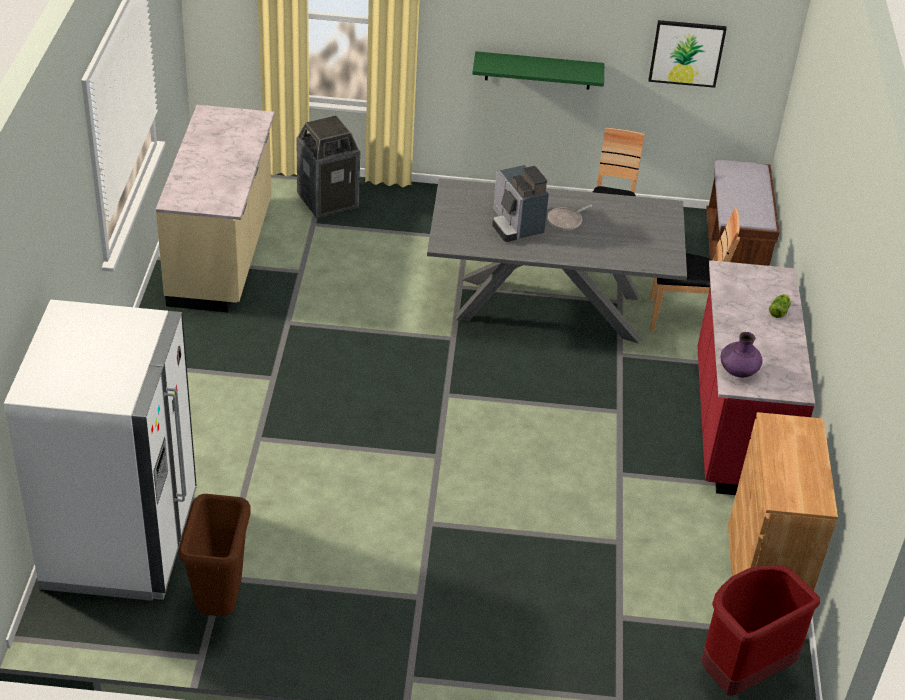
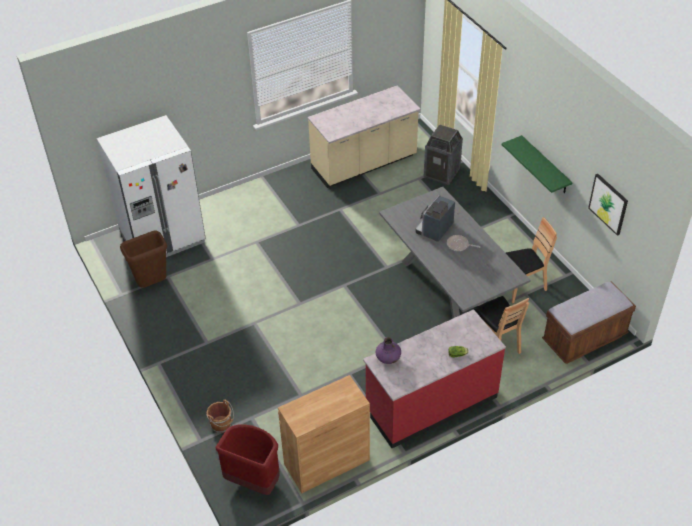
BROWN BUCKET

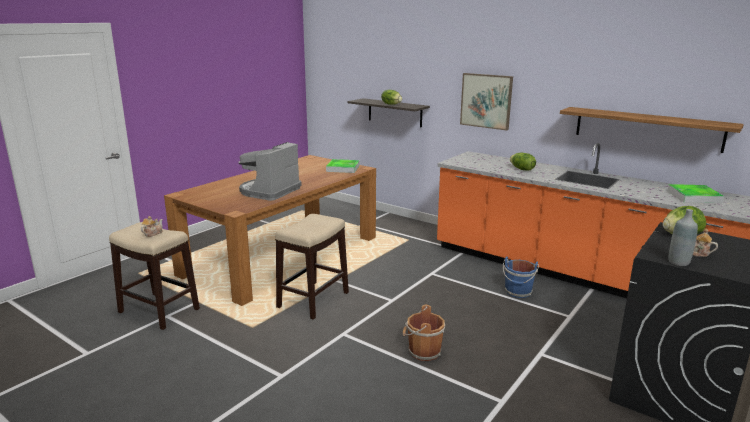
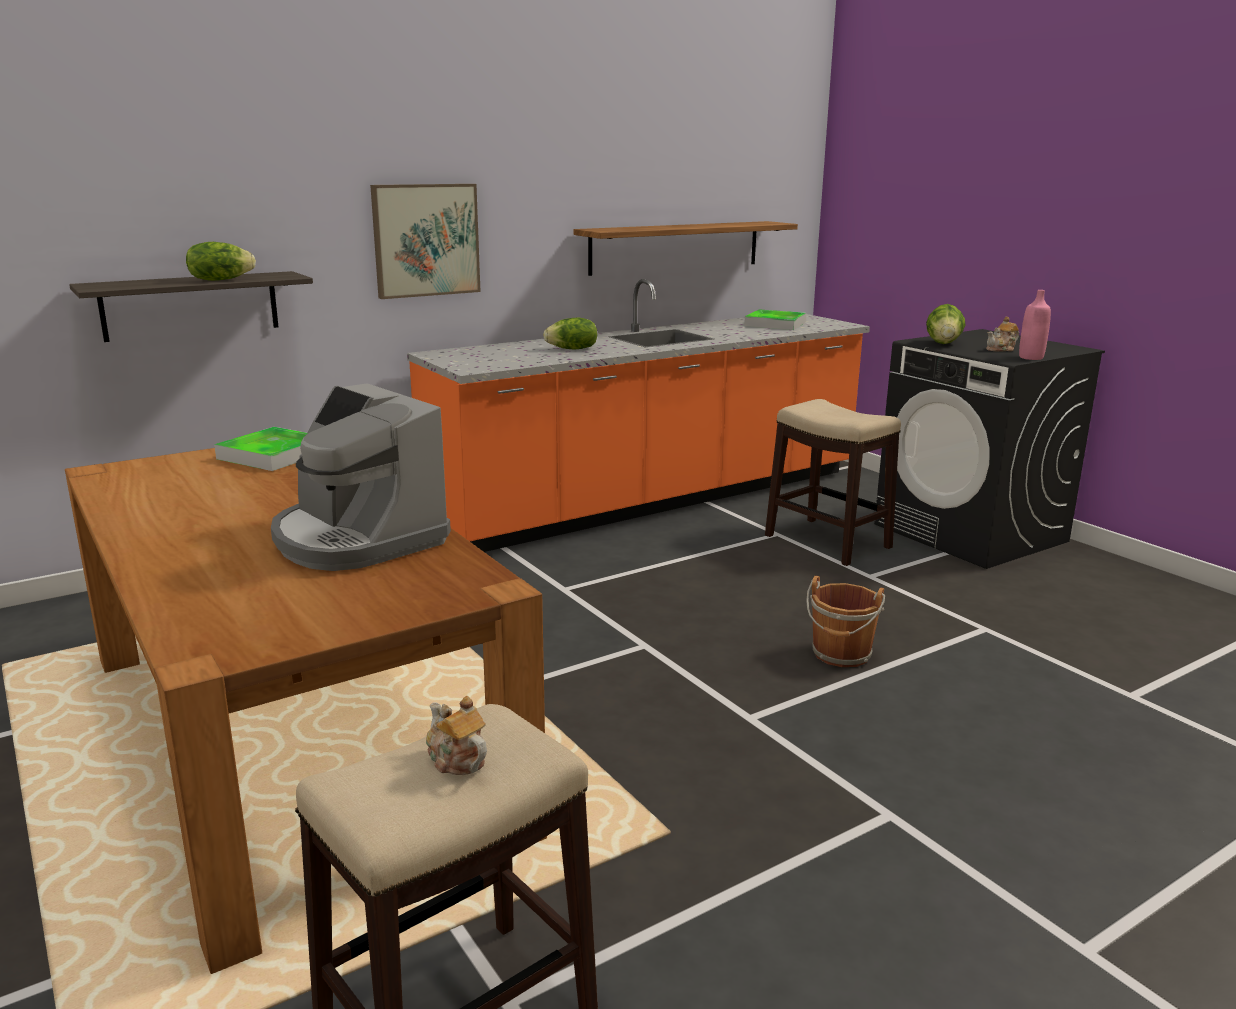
BLUE BUCKET
STOOL (2nd from left)
PINK BOTTLE

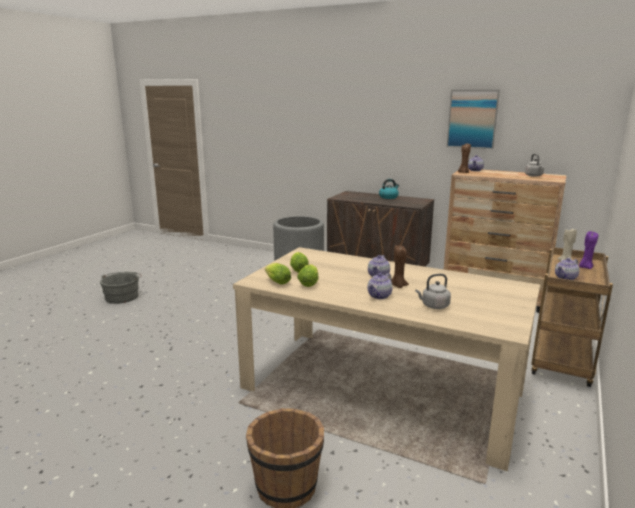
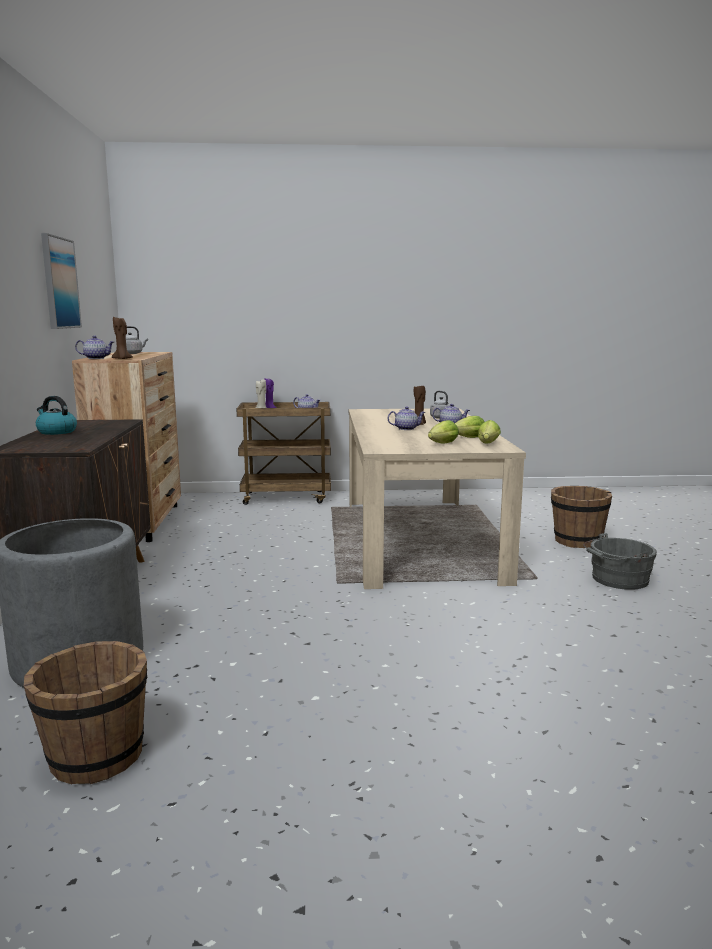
BROWN BUCKET (1st from left)
GREY BUCKET

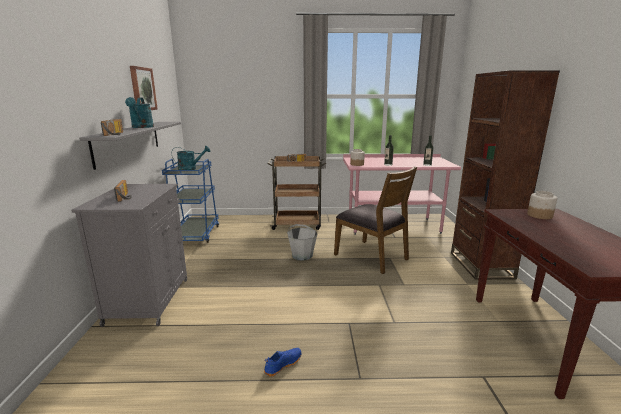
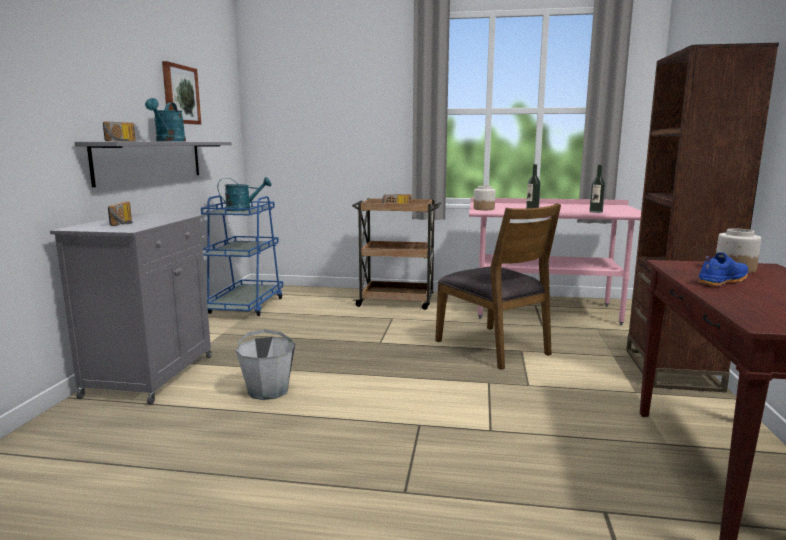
BLUE SHOE
GREY BUCKET

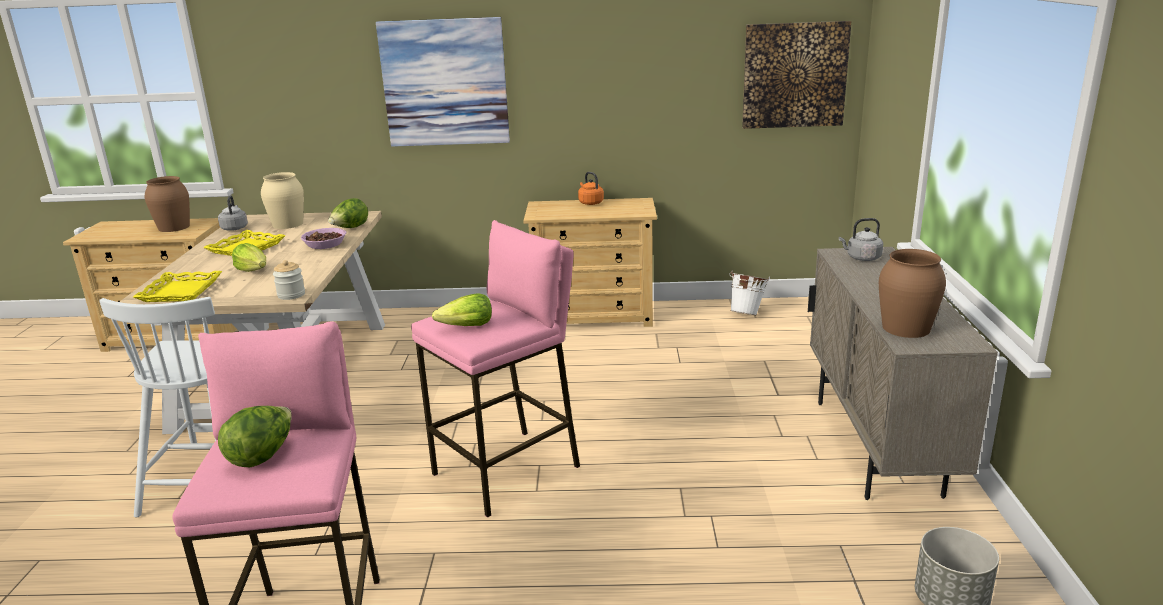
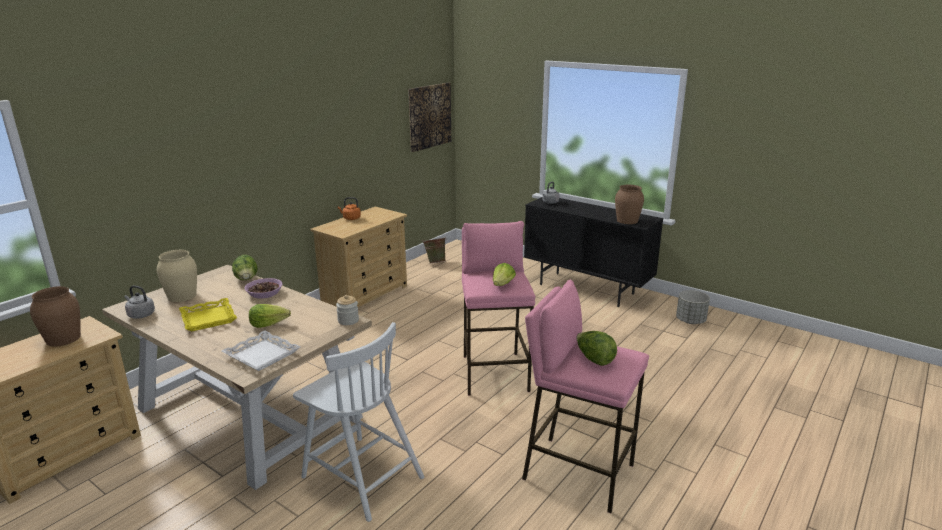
PICTURE (1st from left in the first image)
WHITE TRAY
GREEN BUCKET
BLACK CABINET

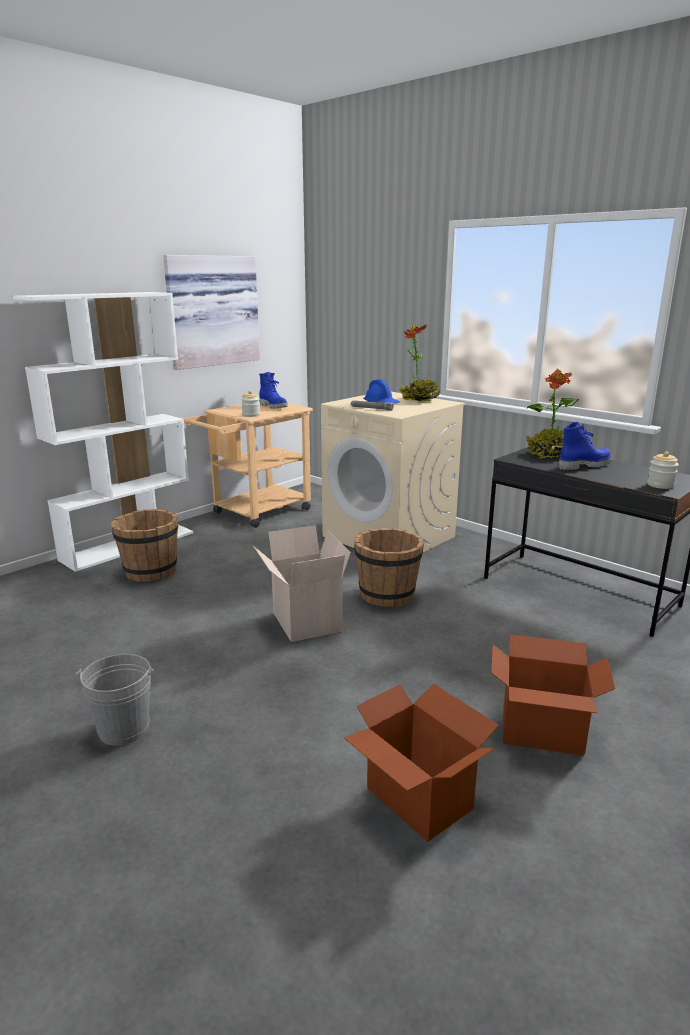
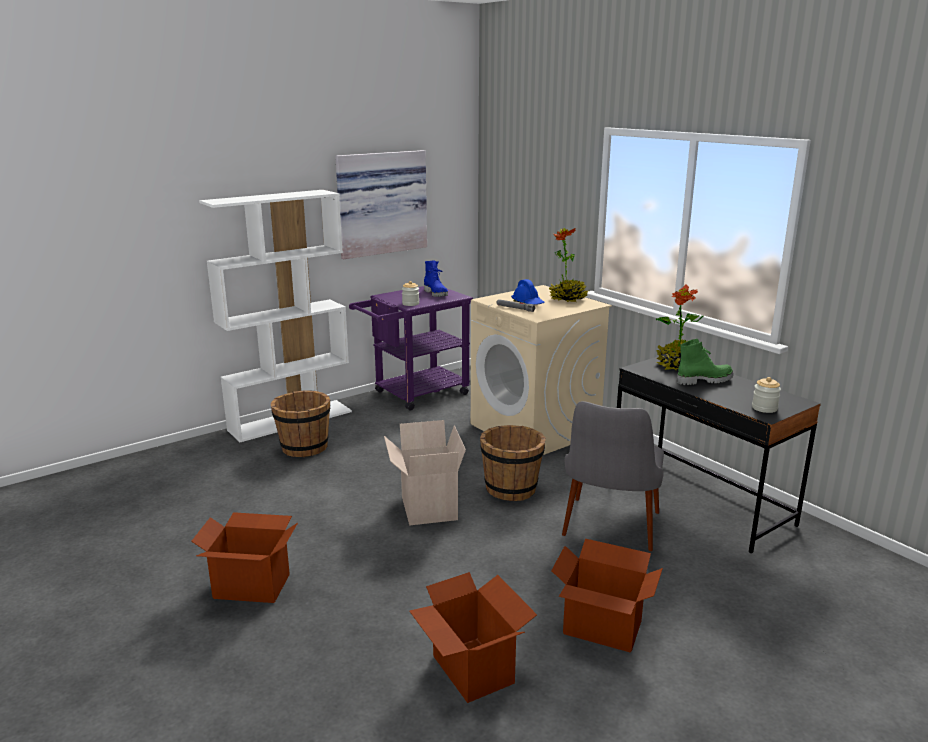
GREY CHAIR
CARDBOARD BOX (1st from left)
PURPLE CART
GREEN BOOT

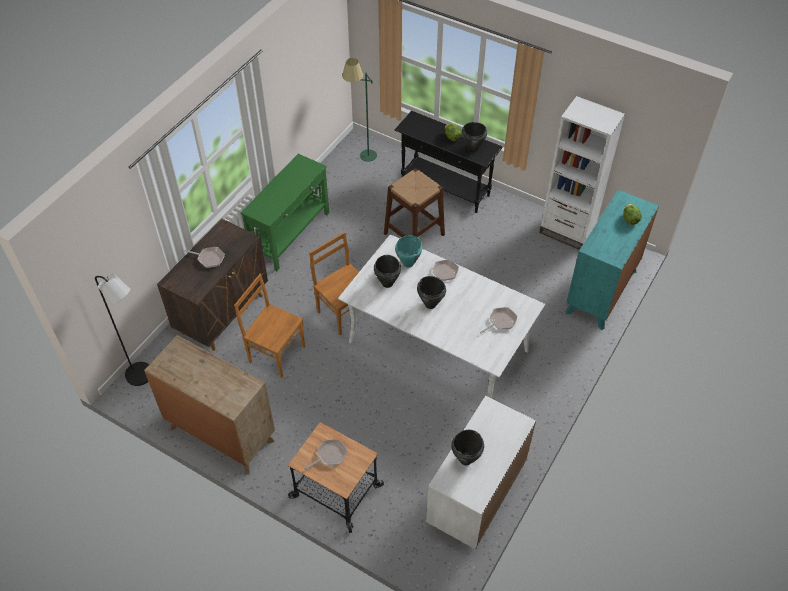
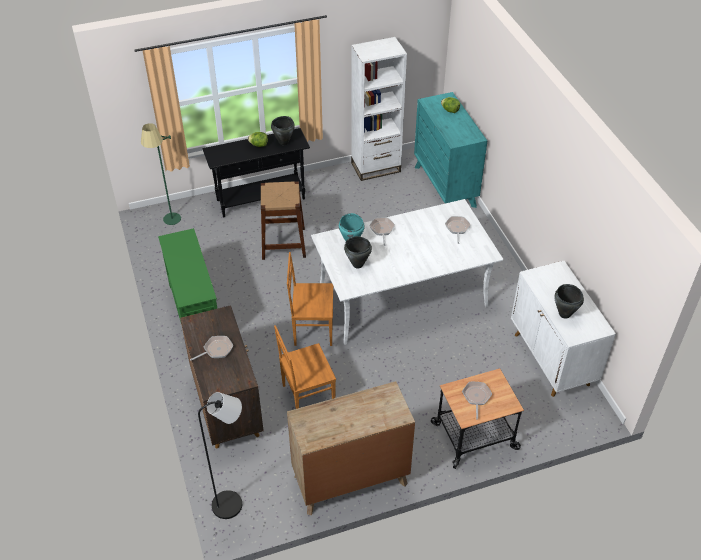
BLACK COOKING POT (2nd from left in the first image)

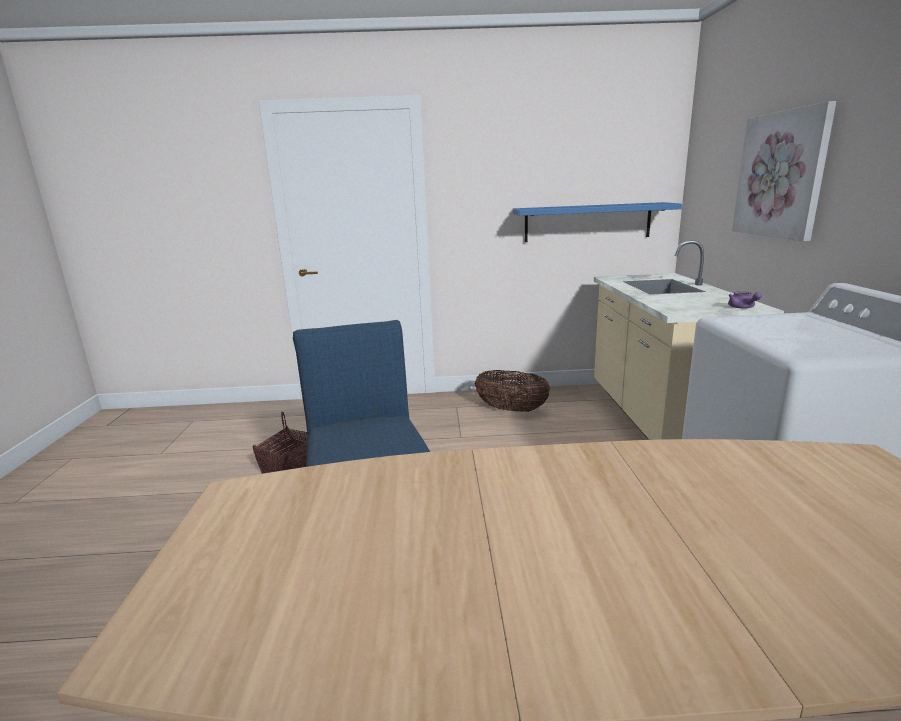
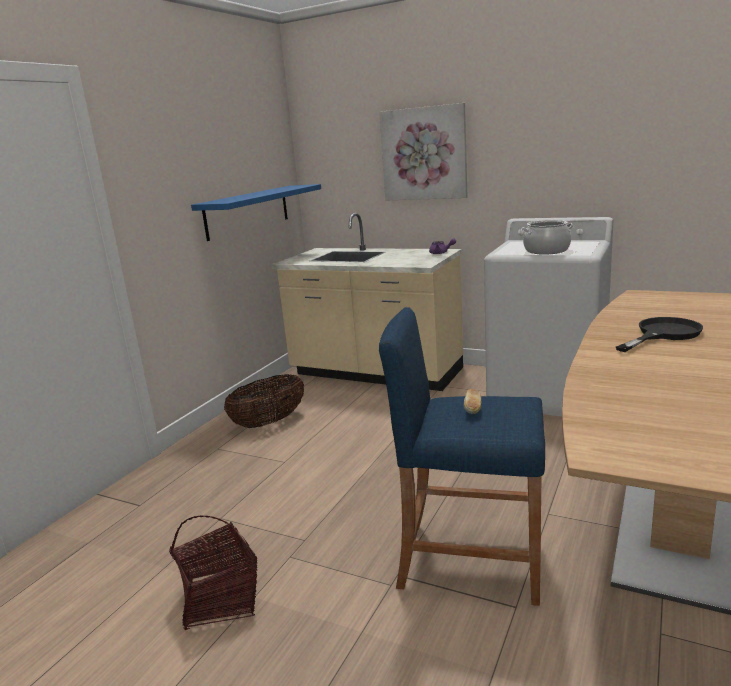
BREAD
COOKING POT
BLACK FRYING PAN

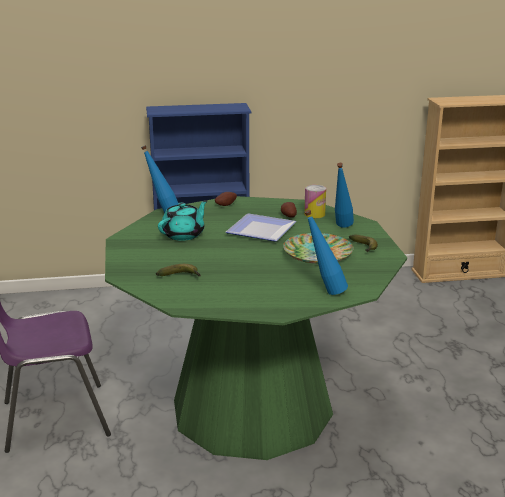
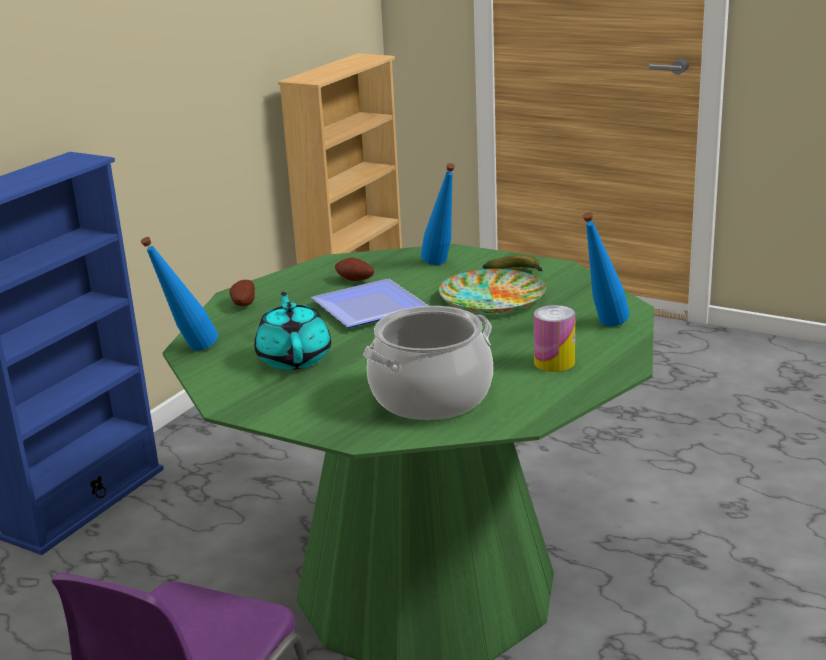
CAN
COOKING POT

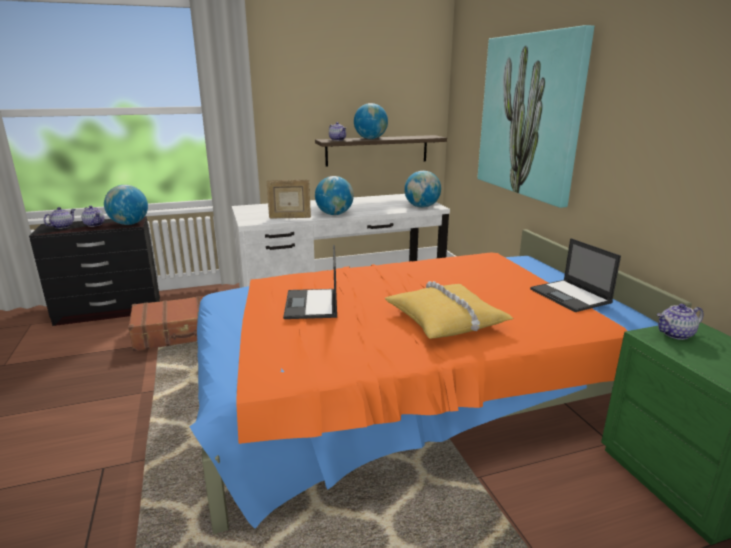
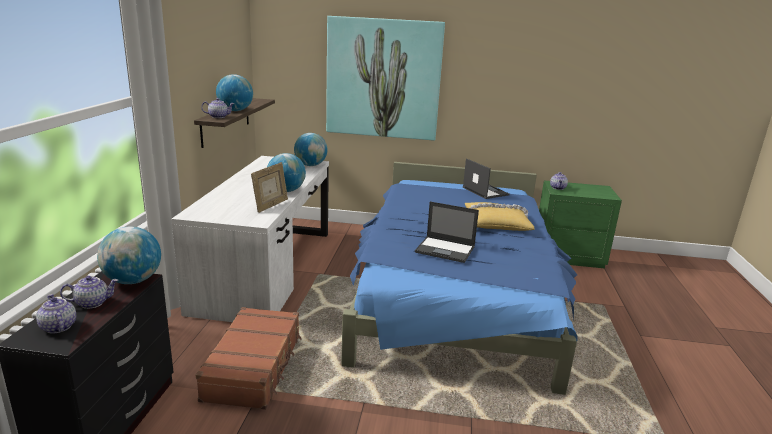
BLUE BED
LAPTOP (2nd from left)

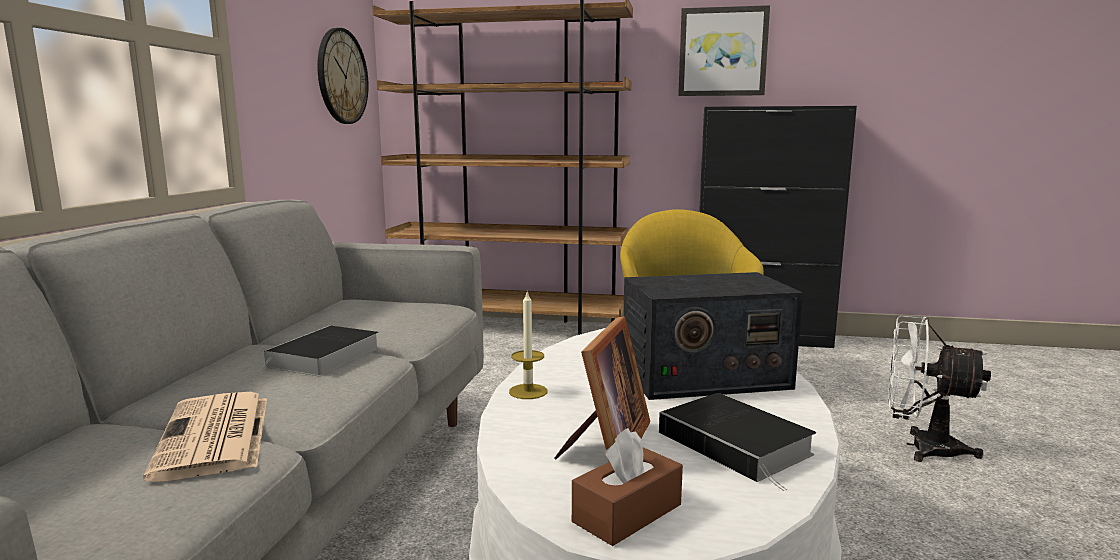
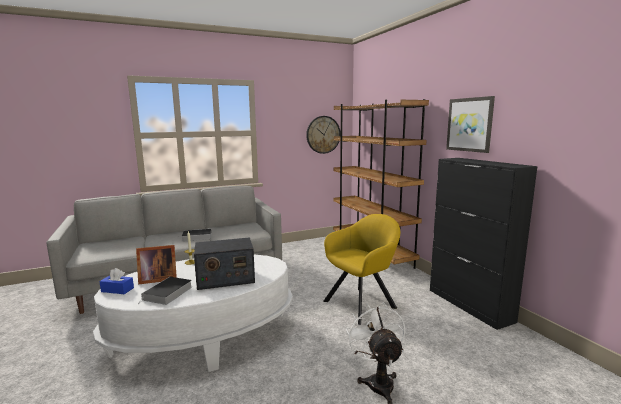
NEWSPAPER
BLUE TISSUE BOX
RADIO

